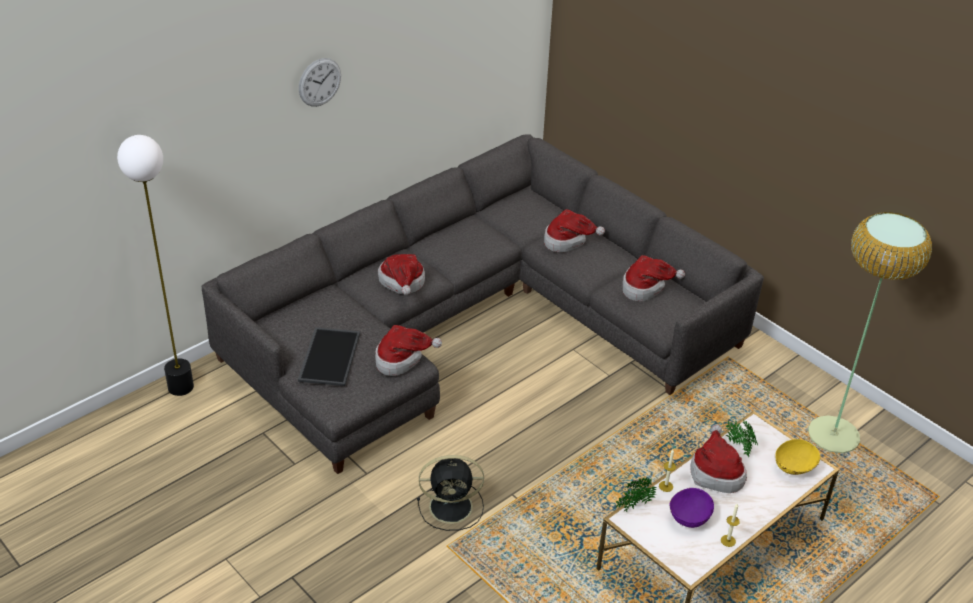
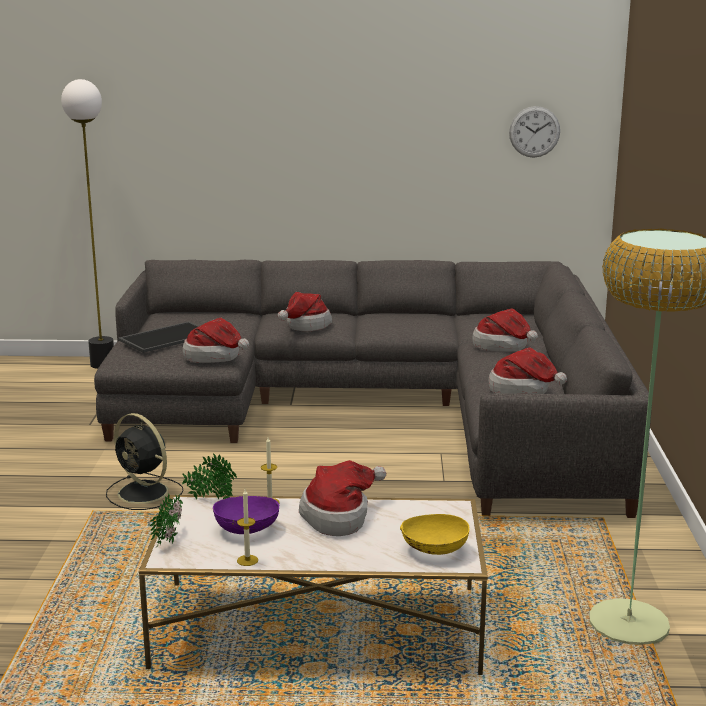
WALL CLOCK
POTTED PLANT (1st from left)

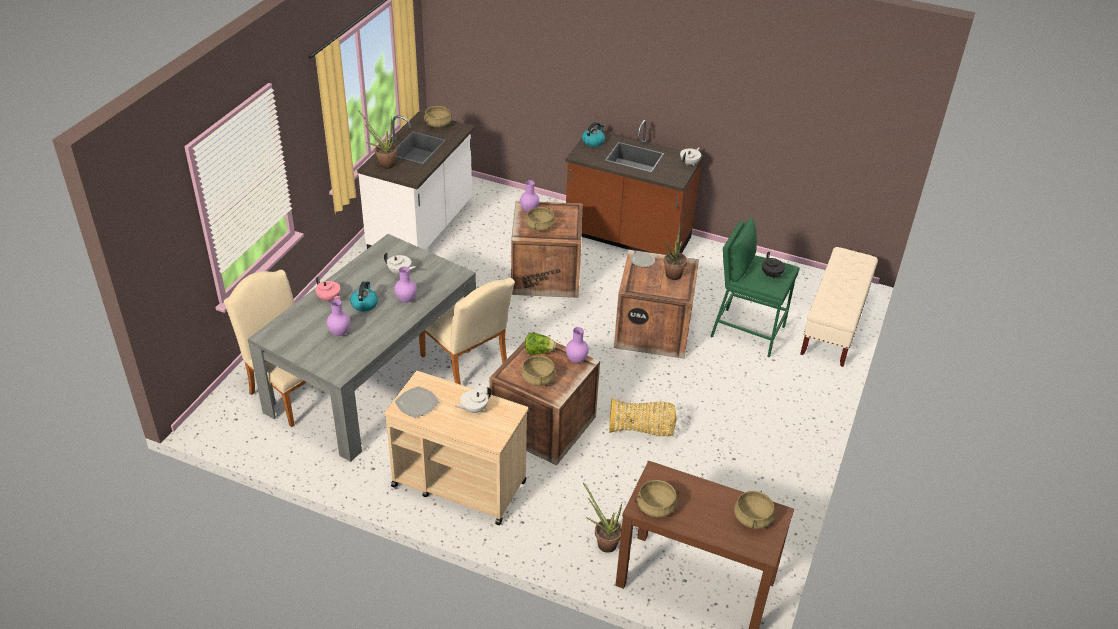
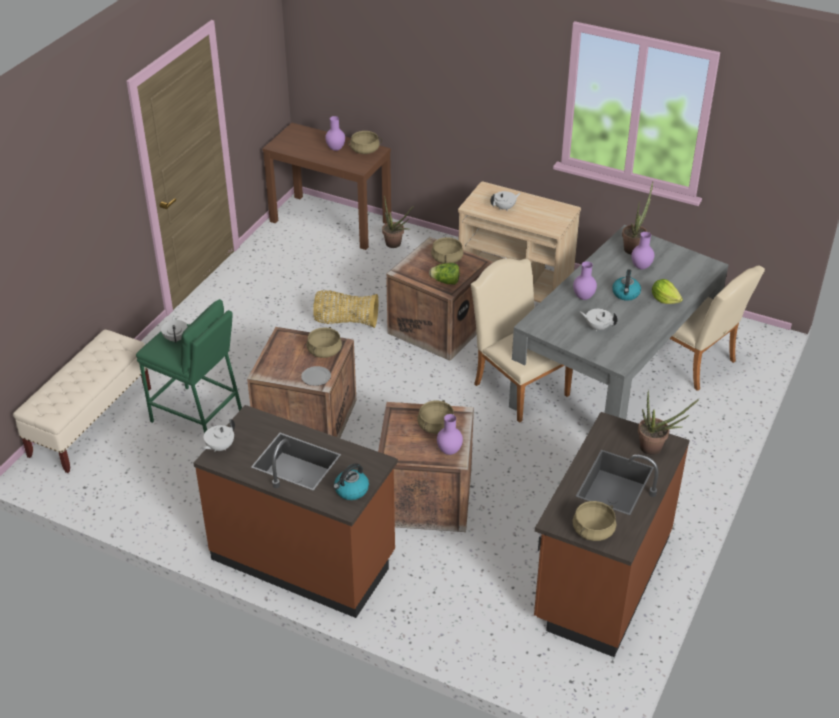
PLATE (1st from left in the first image)
PURPLE VASE (1st from left)
POTTED PLANT (2nd from left)
BEIGE COOKING POT (1st from left)
LETTUCE (2nd from left)
BROWN COUNTER (2nd from left)
WHITE TEAPOT (1st from left)

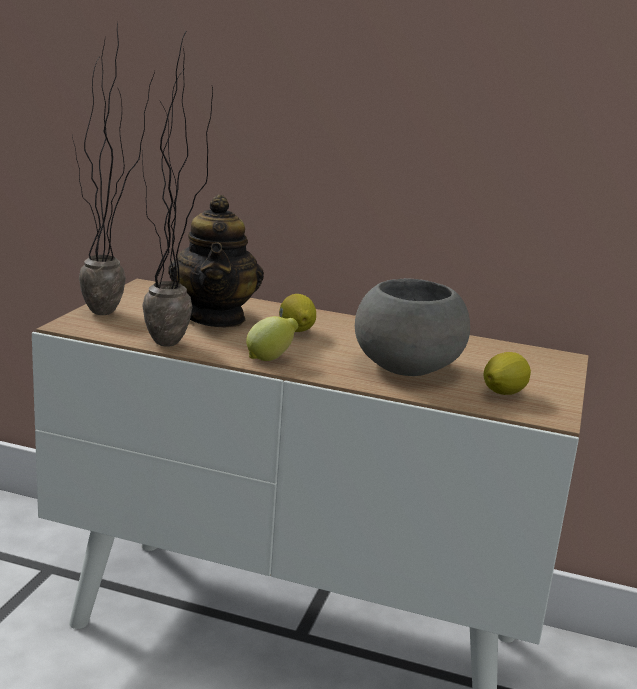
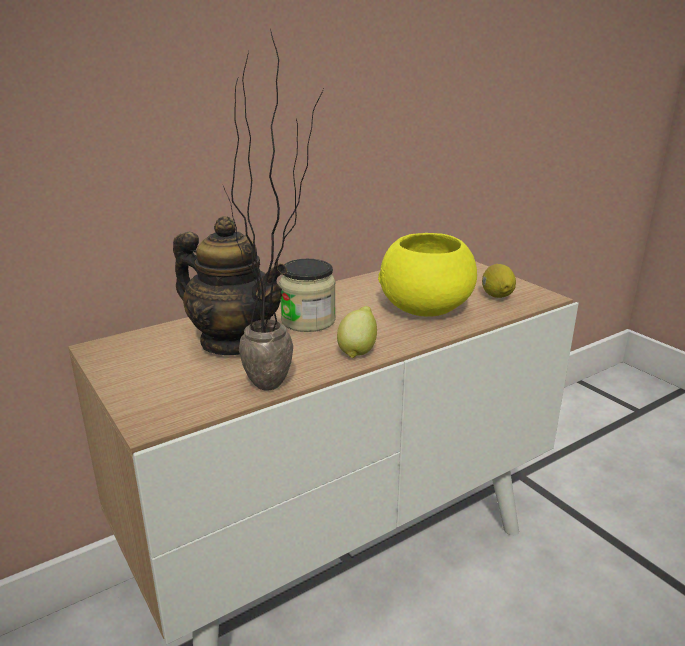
POTTED PLANT (1st from left in the first image)
JAR
YELLOW BOWL

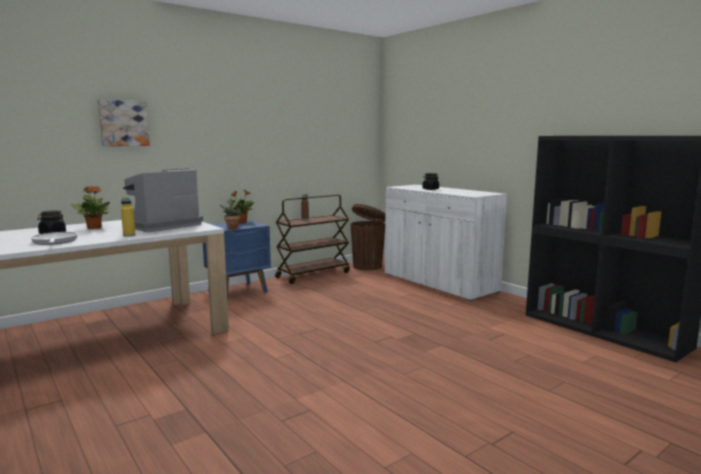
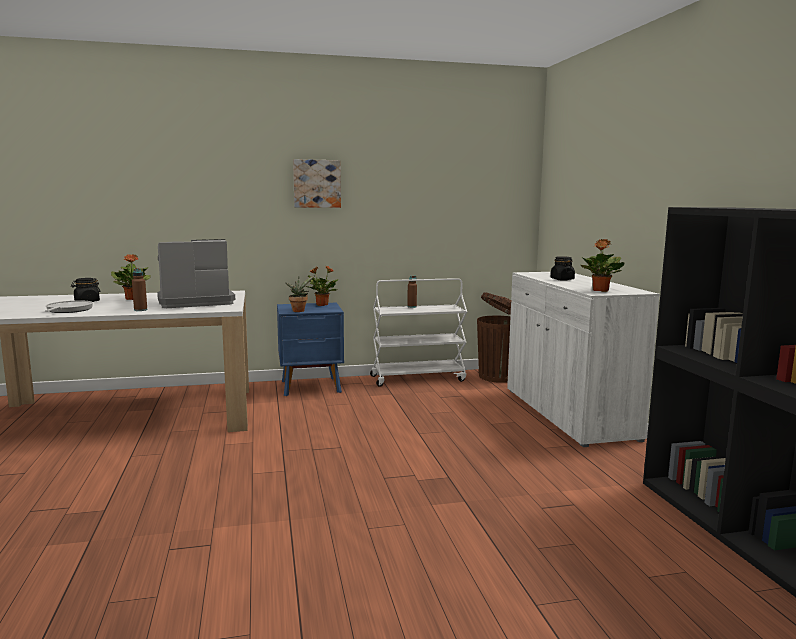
POTTED PLANT (4th from left)
PICTURE
BROWN BOTTLE (1st from left)
WHITE CART

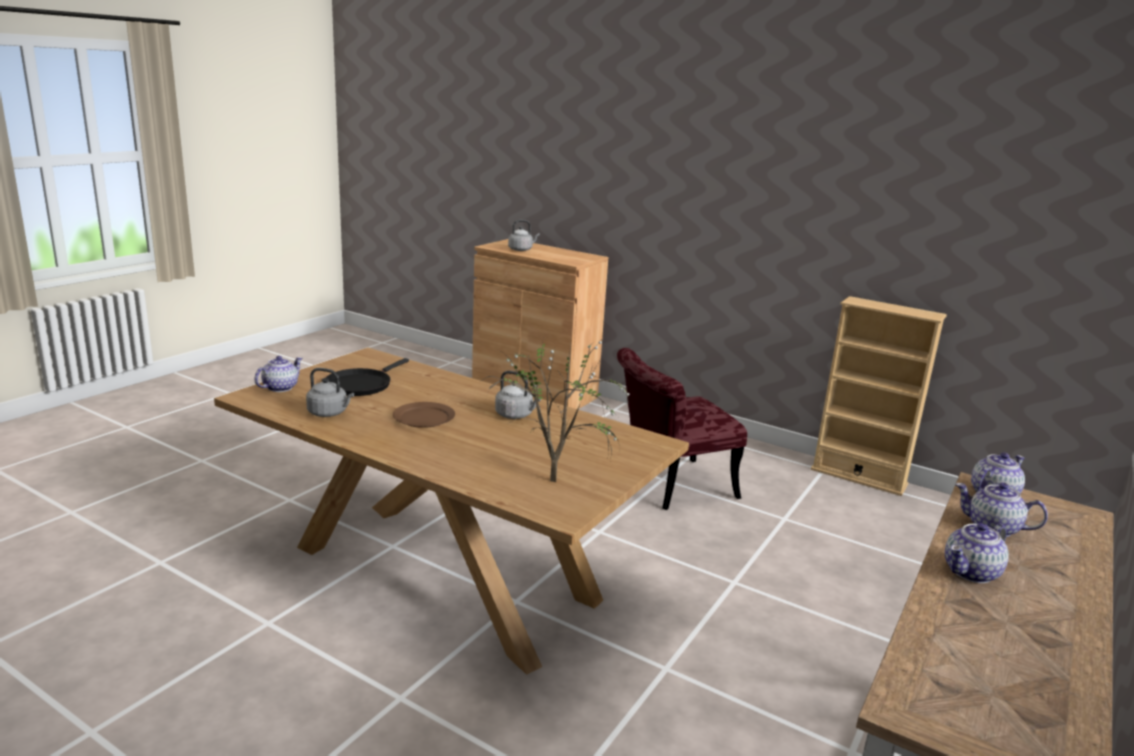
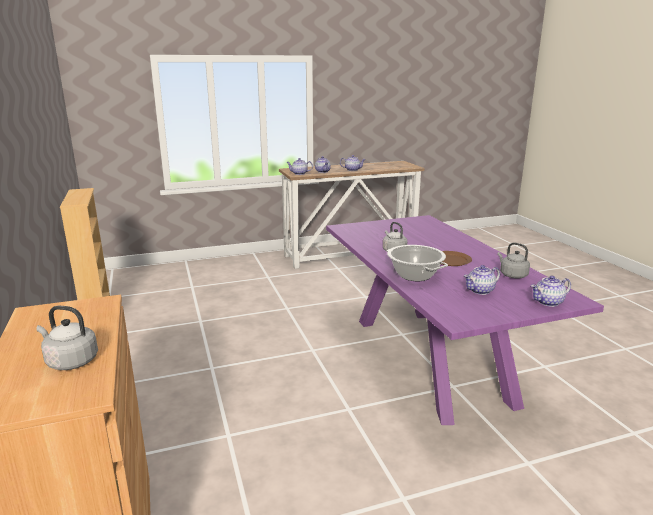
POTTED PLANT
RED CHAIR
COOKING POT
TEAPOT (4th from left)
PURPLE DINING TABLE

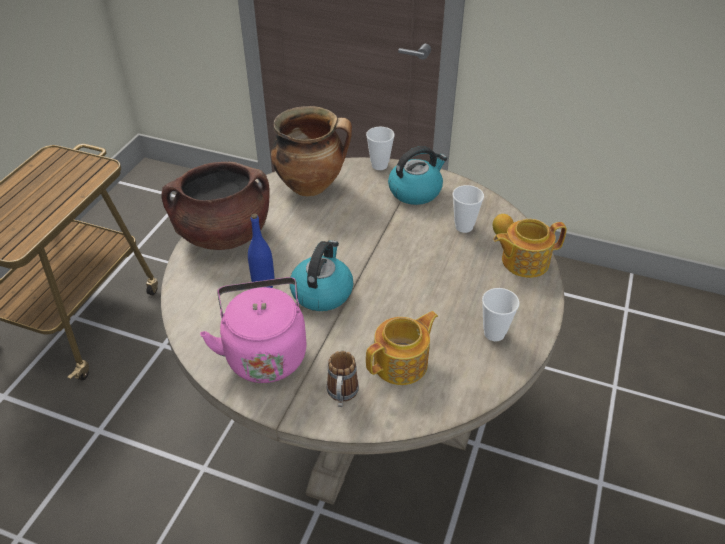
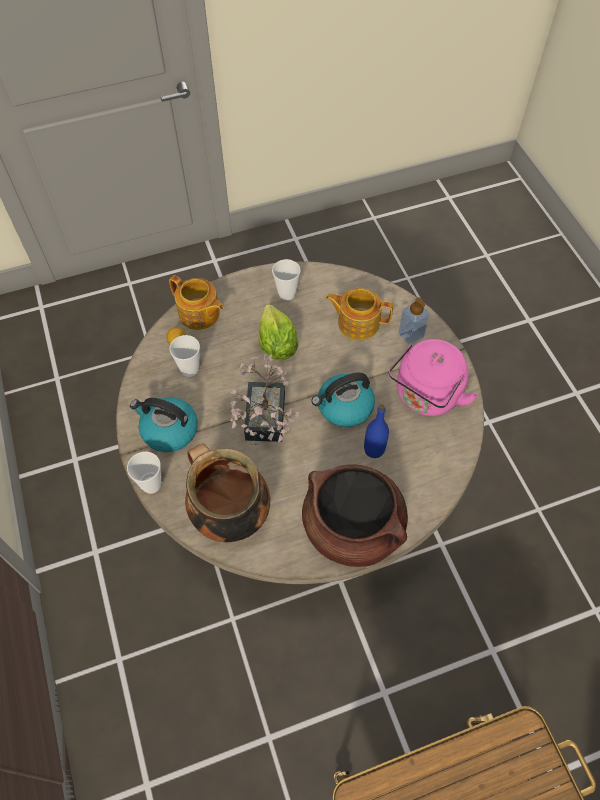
POTTED PLANT
LETTUCE
SOAP DISPENSER

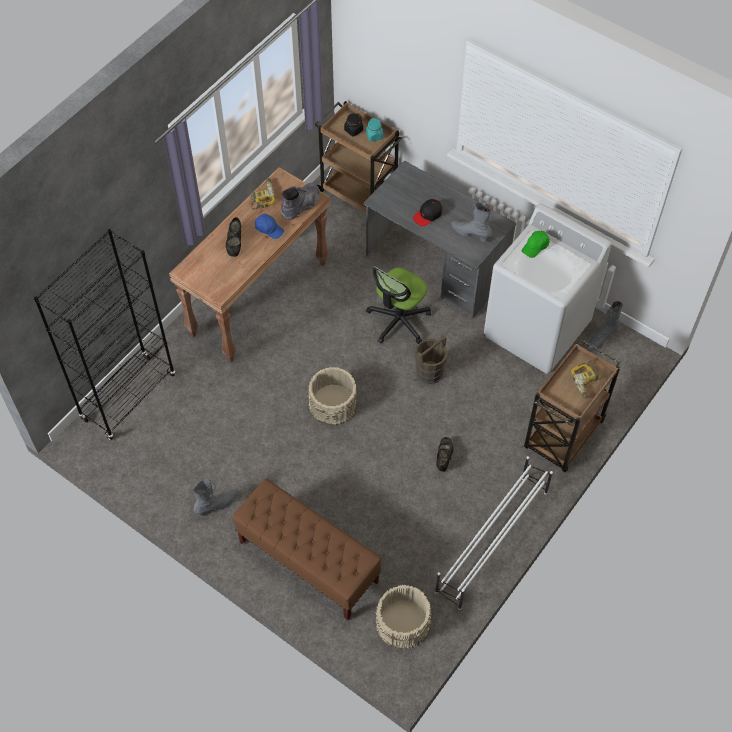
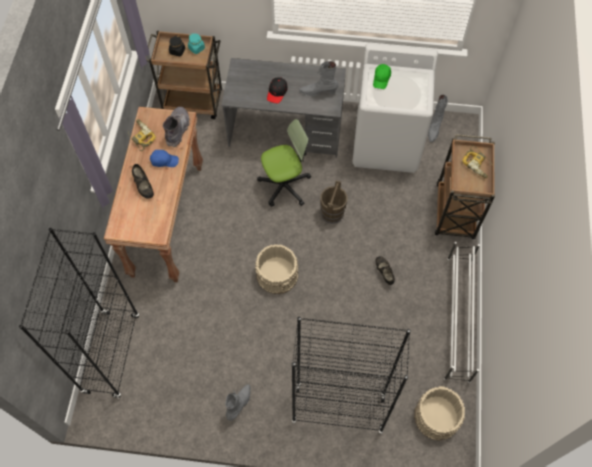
BLACK BOOKCASE (2nd from left)
OFFICE CHAIR

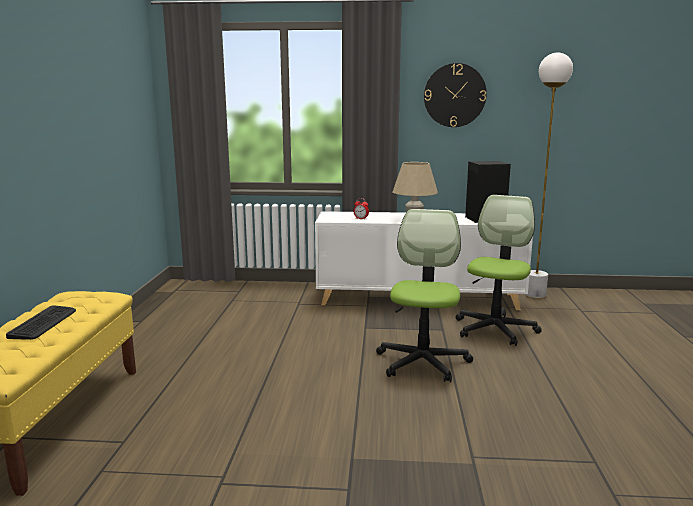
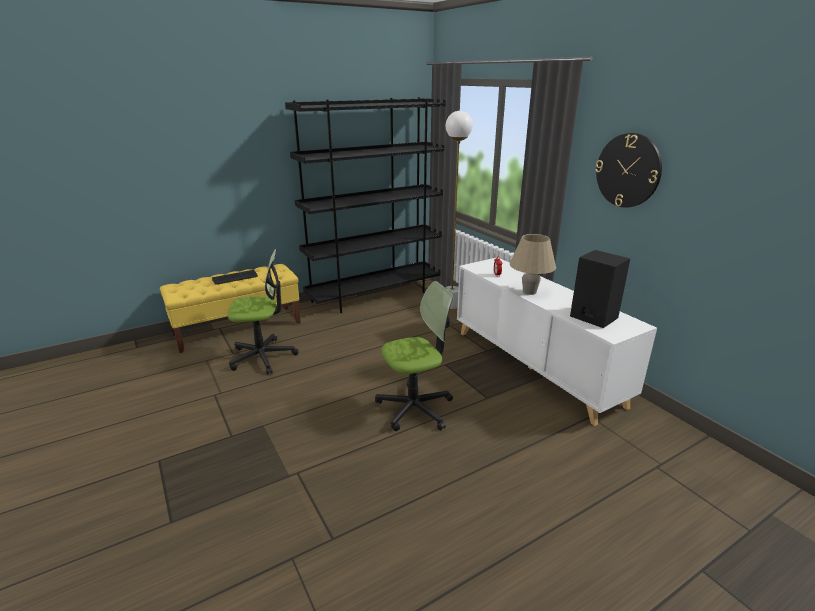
BLACK BOOKCASE
OFFICE CHAIR (1st from left)
WHITE FLOOR LAMP

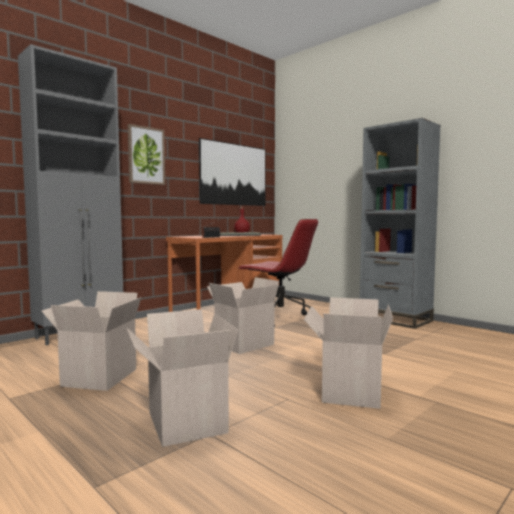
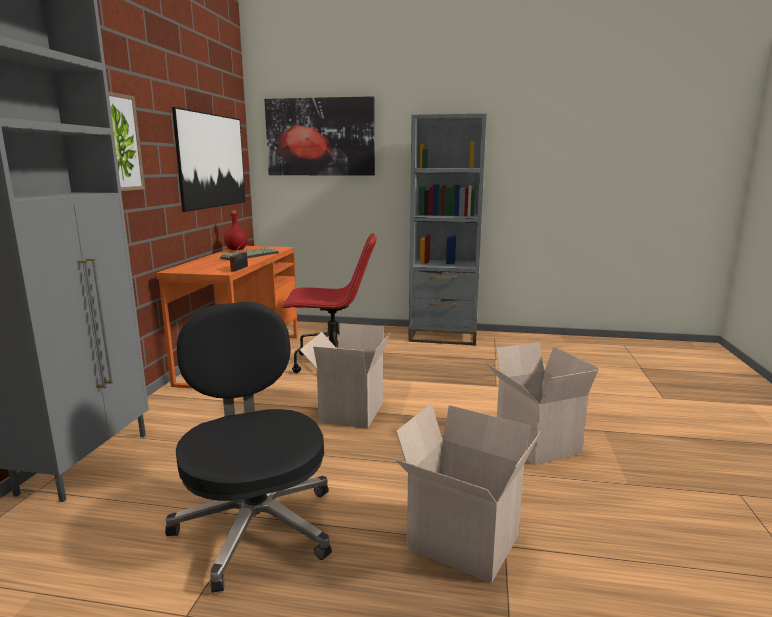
PICTURE (3rd from left)
BLACK OFFICE CHAIR

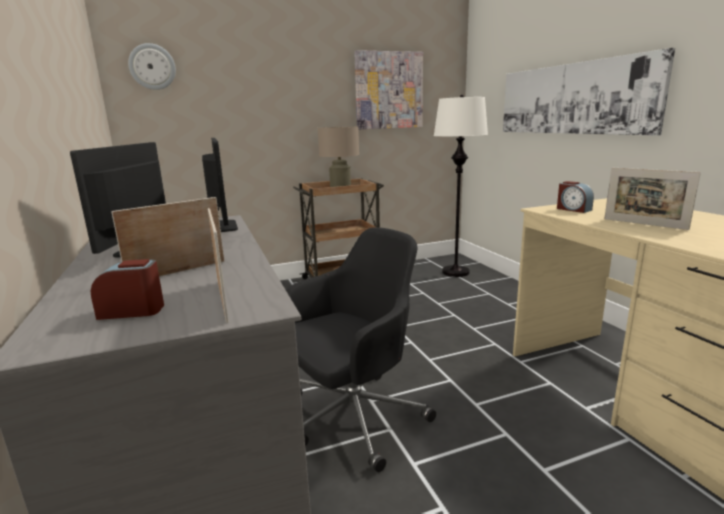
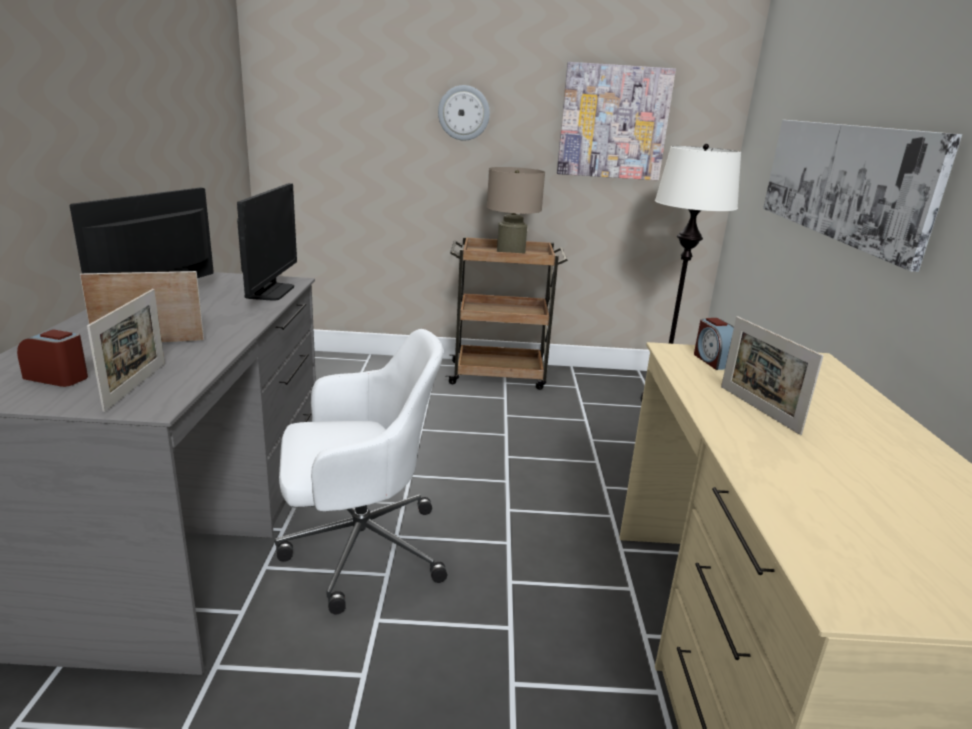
WALL CLOCK
WHITE OFFICE CHAIR

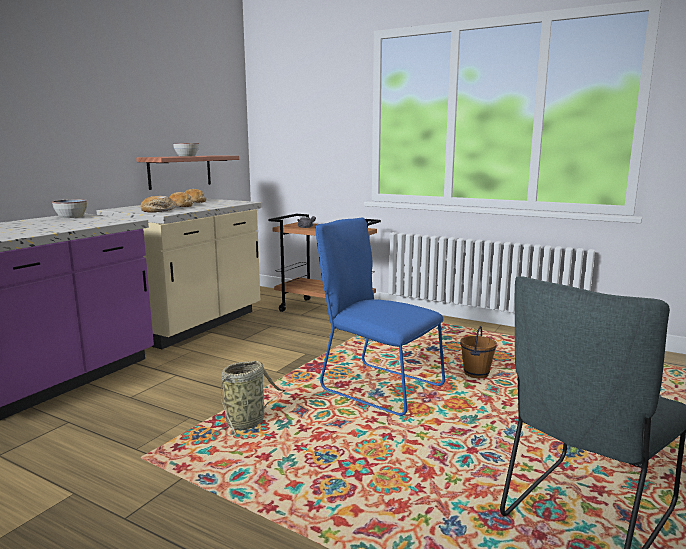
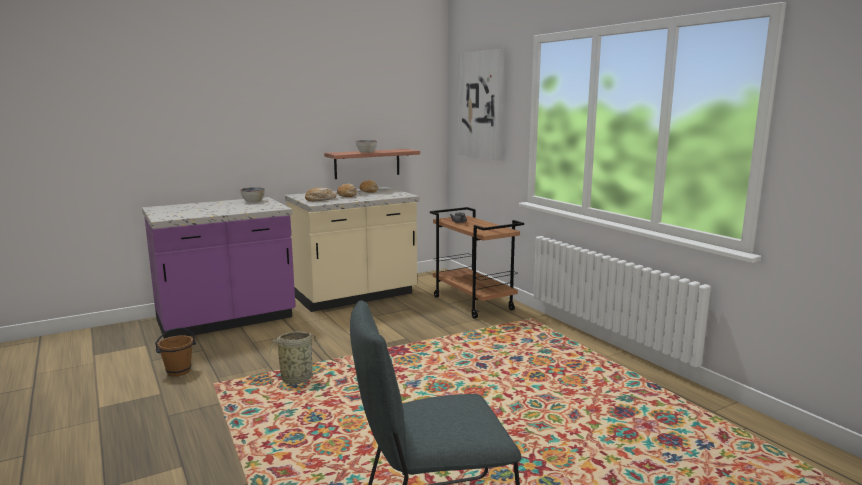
BLUE CHAIR
PICTURE
BROWN BUCKET

